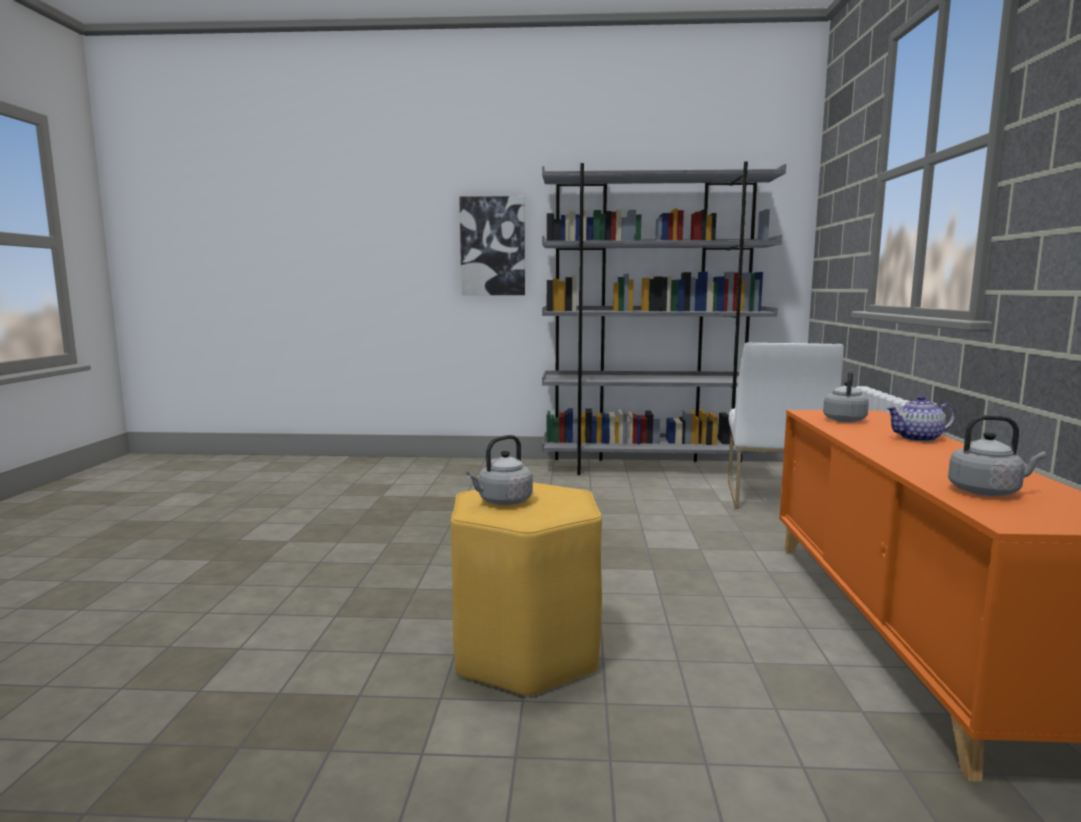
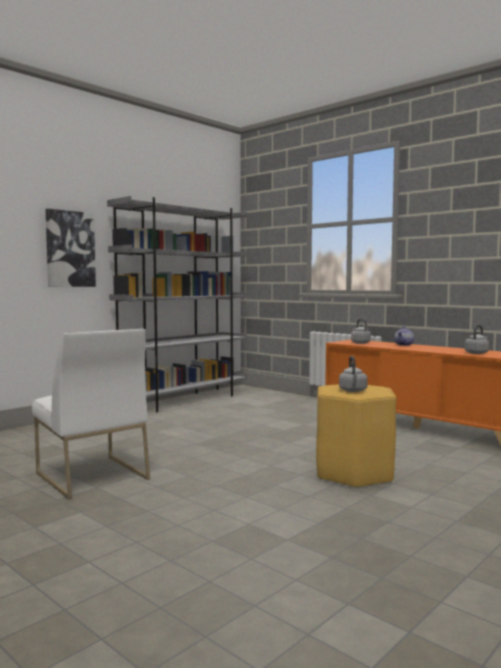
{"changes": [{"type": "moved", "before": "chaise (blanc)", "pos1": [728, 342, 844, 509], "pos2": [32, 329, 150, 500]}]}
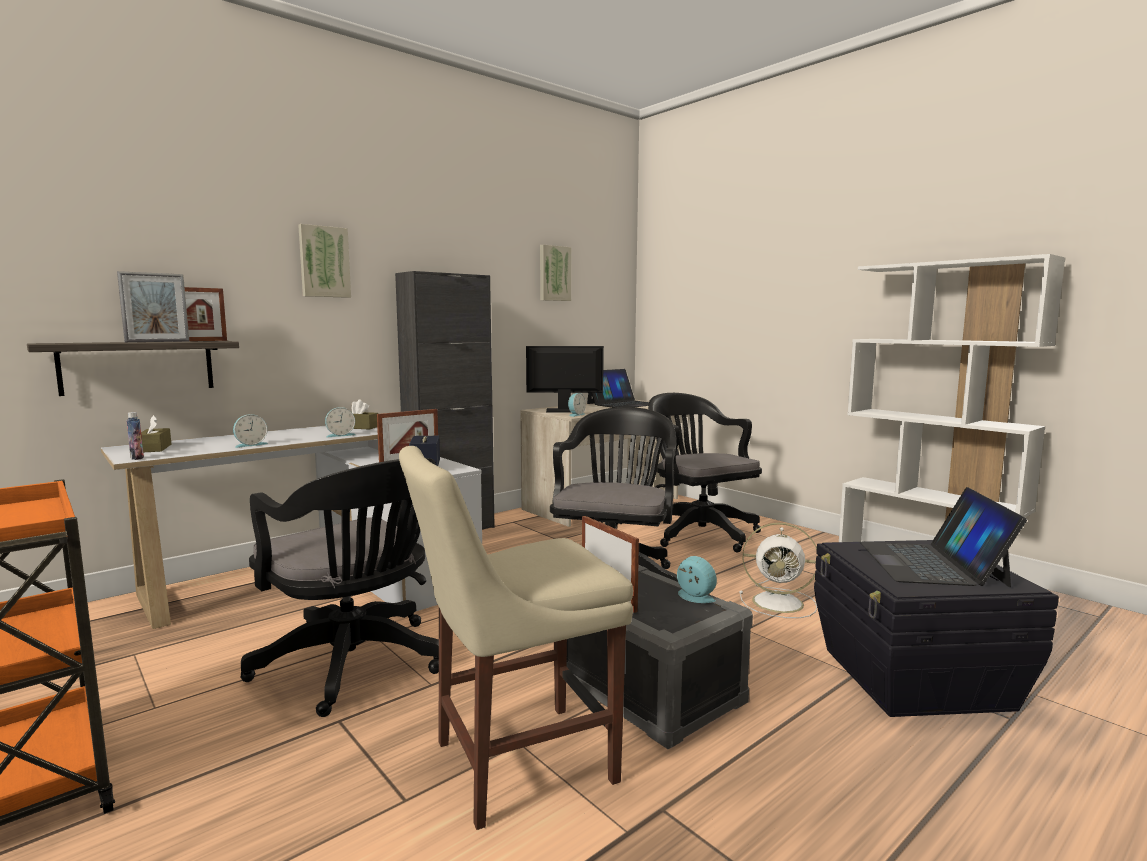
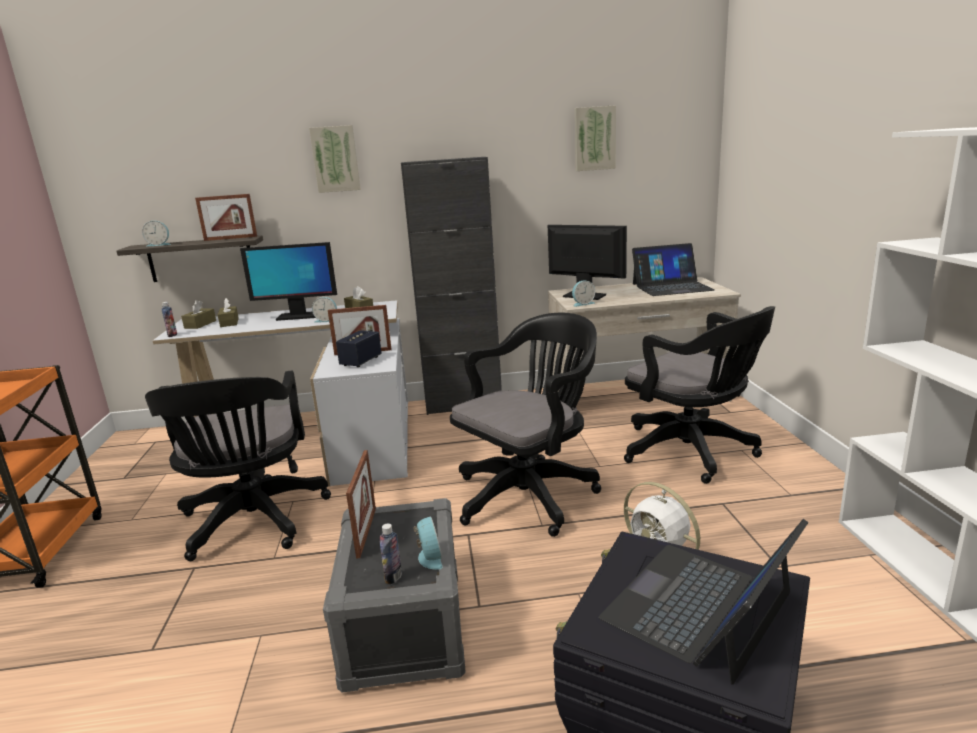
{"changes": [{"type": "removed", "before": "cadre photo", "pos1": [117, 271, 189, 342]}, {"type": "turned", "before": "chaise de bureau (noir)", "pos1": [648, 393, 762, 553], "pos2": [624, 306, 775, 484], "turn": 135}, {"type": "moved", "before": "réveil", "pos1": [233, 414, 268, 448], "pos2": [142, 221, 171, 247]}, {"type": "removed", "before": "chaise (beige)", "pos1": [399, 446, 633, 830]}, {"type": "added", "after": "écran d'ordinateur", "pos2": [240, 242, 337, 321]}, {"type": "added", "after": "boîte à mouchoirs (marron)", "pos2": [218, 298, 239, 327]}, {"type": "added", "after": "bouteille", "pos2": [379, 523, 402, 584]}]}
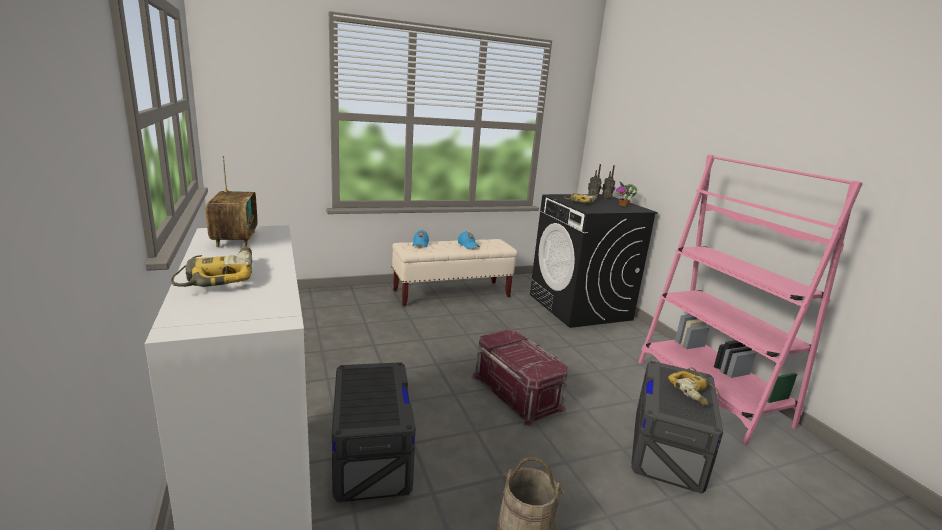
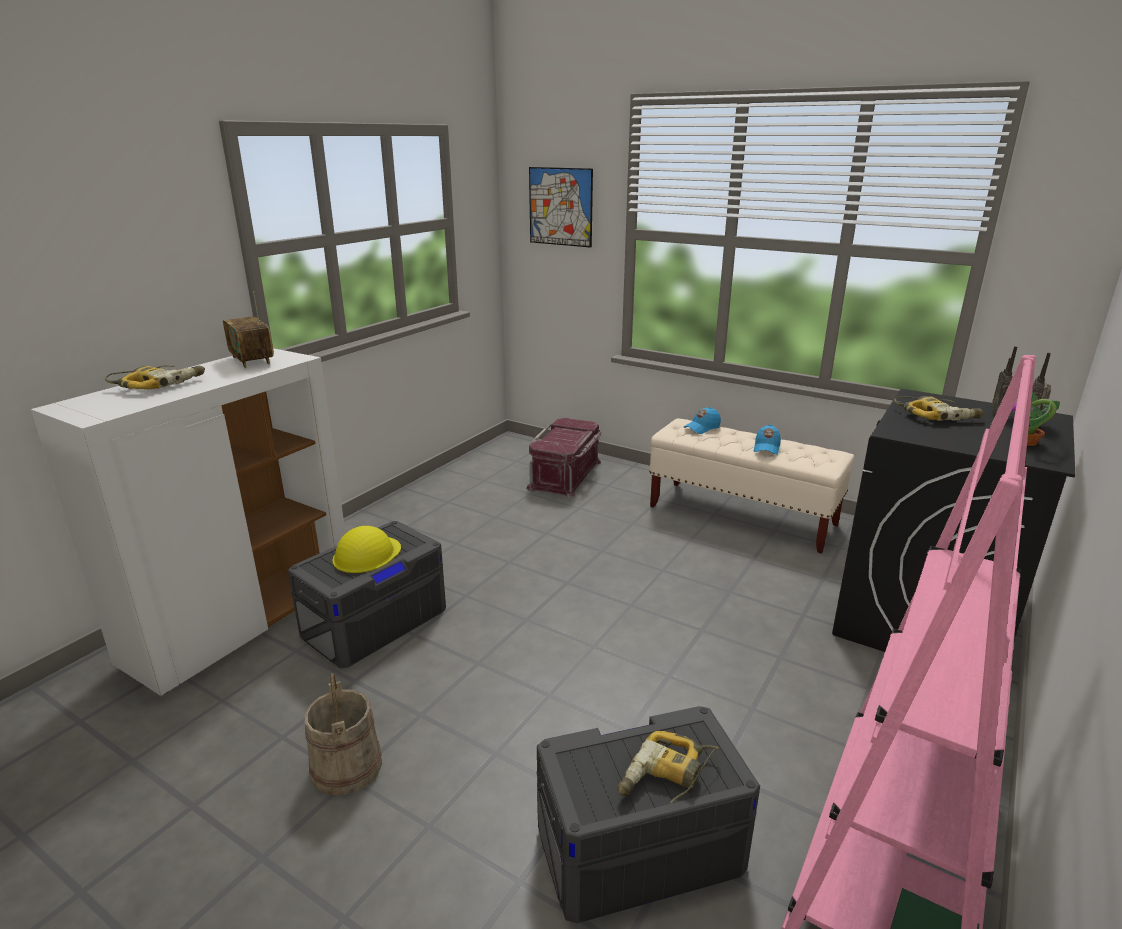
{"changes": [{"type": "turned", "before": "radio", "pos1": [206, 156, 258, 247], "pos2": [223, 291, 274, 368], "turn": 105}, {"type": "moved", "before": "boîte de rangement (rouge)", "pos1": [472, 330, 568, 426], "pos2": [526, 418, 602, 498]}, {"type": "added", "after": "tableau", "pos2": [529, 167, 593, 248]}, {"type": "added", "after": "casque de chantier (jaune)", "pos2": [333, 526, 401, 573]}]}
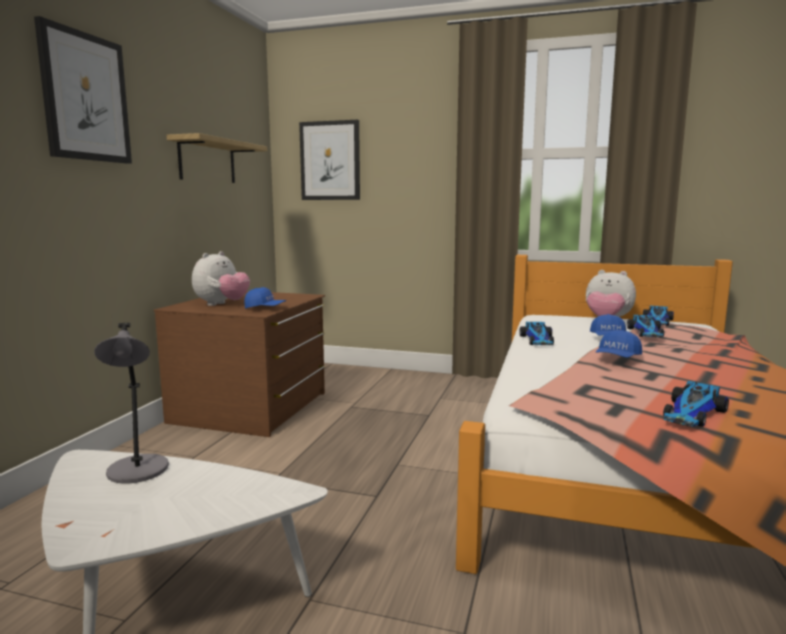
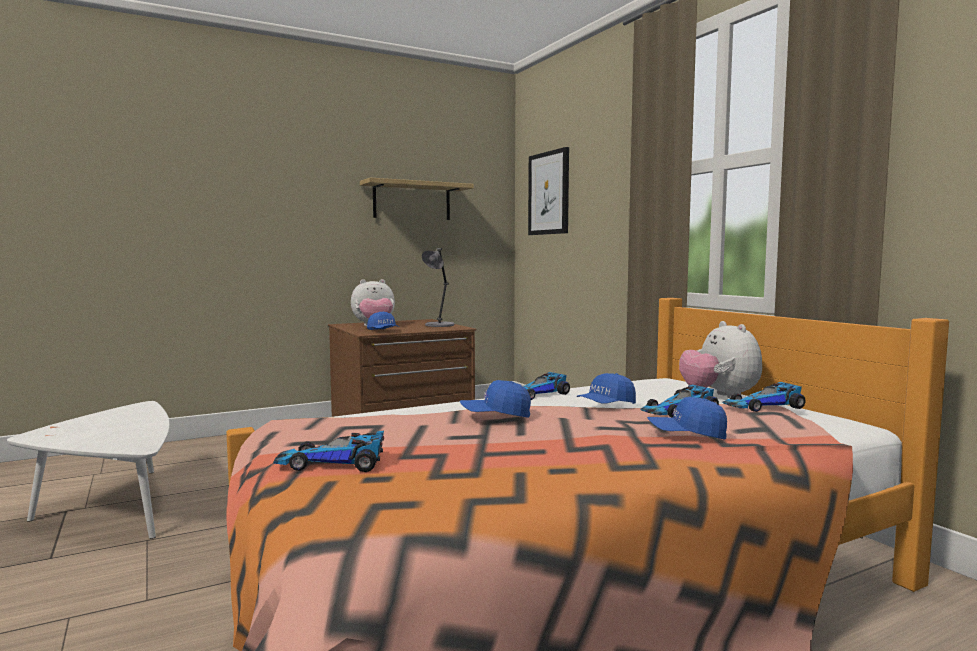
{"changes": [{"type": "removed", "before": "tableau", "pos1": [34, 16, 132, 164]}, {"type": "moved", "before": "lampe de table (gris)", "pos1": [94, 323, 169, 484], "pos2": [422, 248, 455, 327]}, {"type": "added", "after": "casquette (bleu)", "pos2": [647, 397, 727, 439]}]}
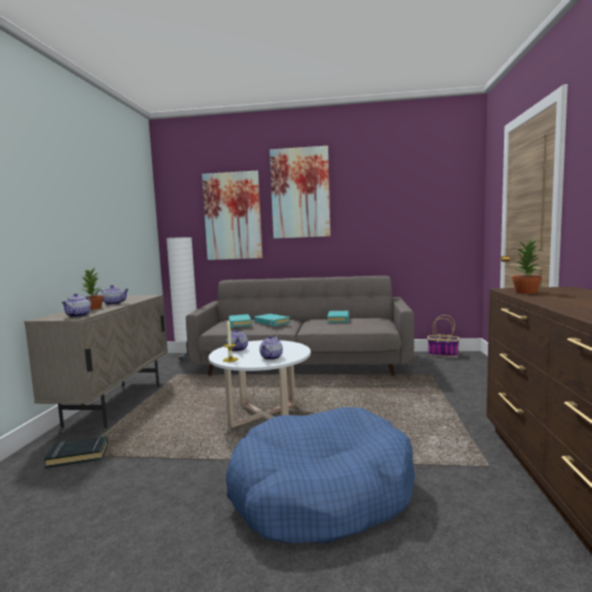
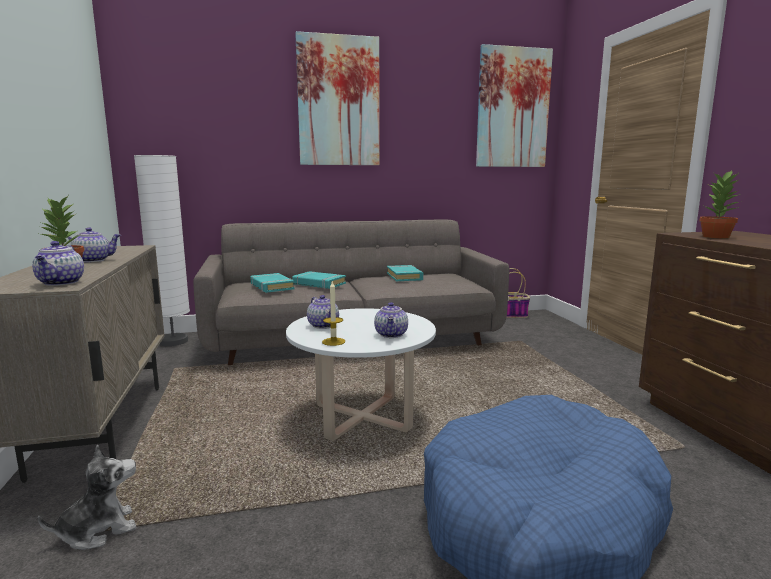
{"changes": [{"type": "moved", "before": "tableau", "pos1": [202, 171, 263, 260], "pos2": [476, 44, 553, 167]}, {"type": "replaced", "before": "livre (noir)", "after": "peluche", "pos1": [44, 436, 108, 468], "pos2": [38, 444, 137, 550]}]}
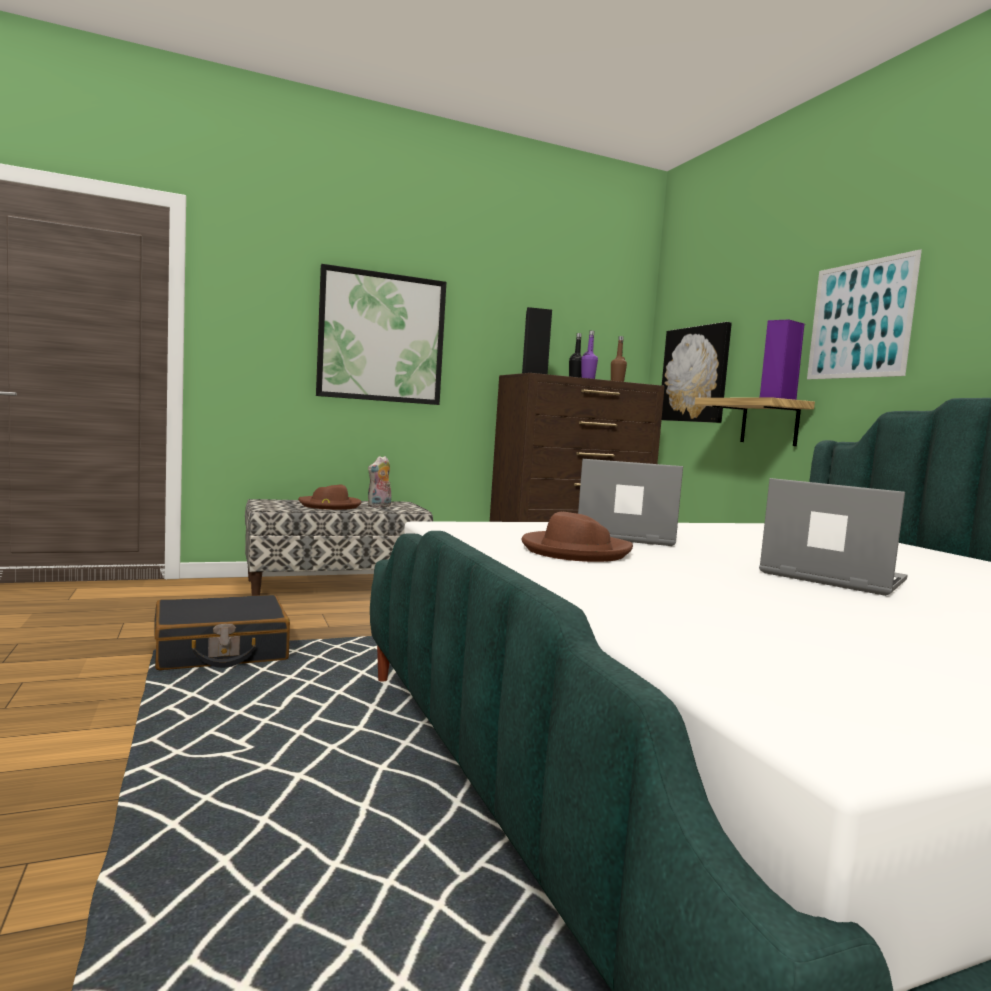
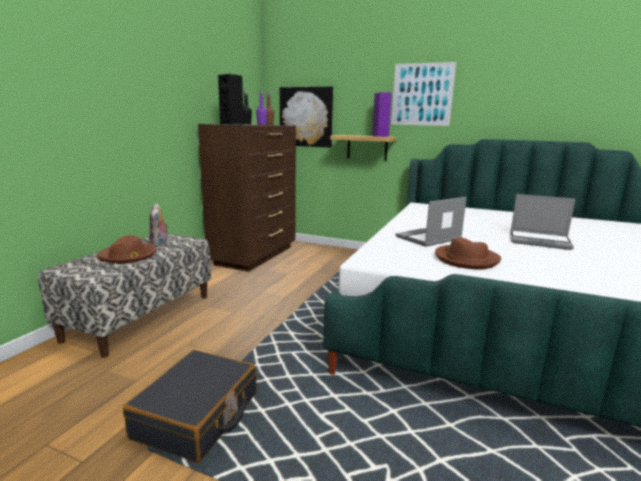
{"changes": [{"type": "removed", "before": "tableau", "pos1": [316, 264, 446, 405]}, {"type": "turned", "before": "ordinateur portable", "pos1": [759, 478, 908, 596], "pos2": [510, 194, 576, 250], "turn": -150}]}
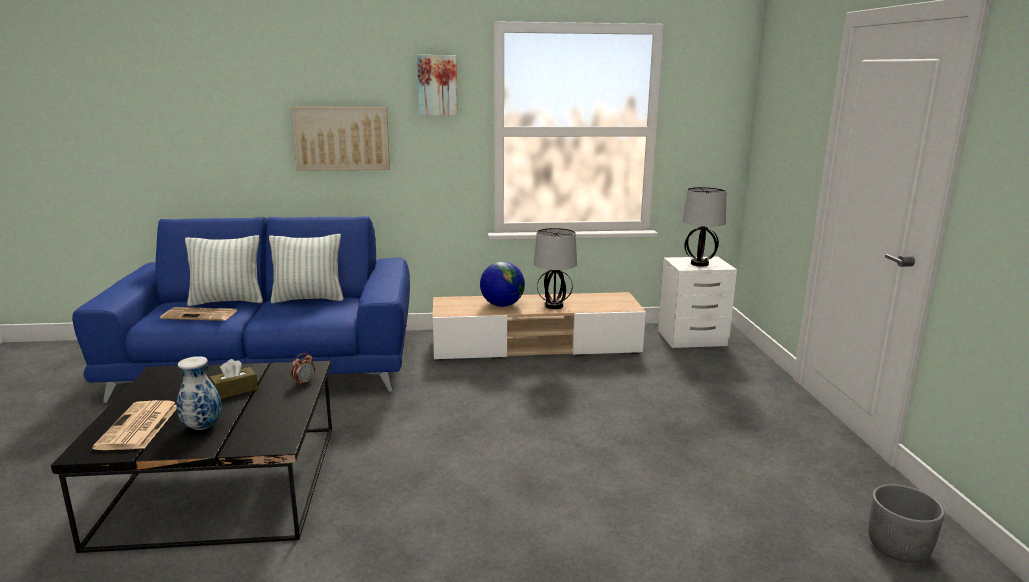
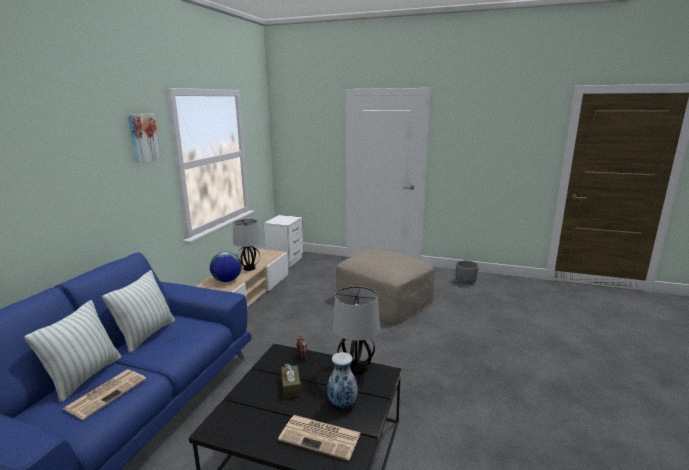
{"changes": [{"type": "removed", "before": "tableau", "pos1": [291, 107, 390, 171]}, {"type": "moved", "before": "lampe de table", "pos1": [682, 187, 726, 266], "pos2": [333, 286, 380, 375]}, {"type": "added", "after": "pouf (beige)", "pos2": [336, 249, 434, 324]}]}
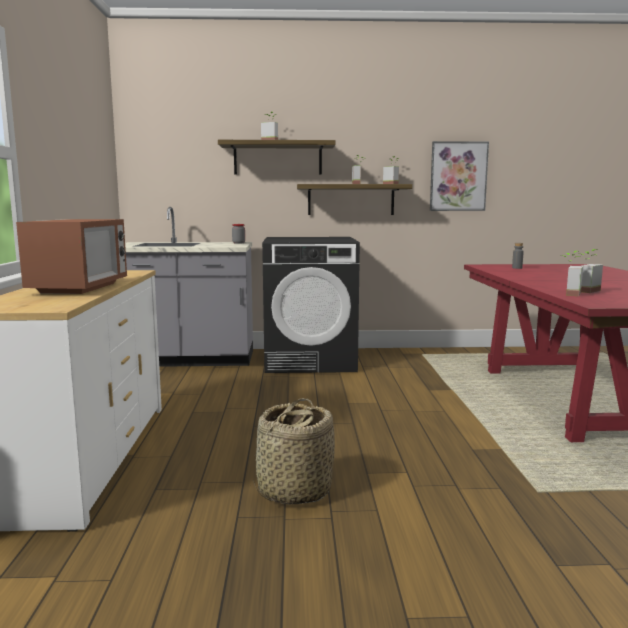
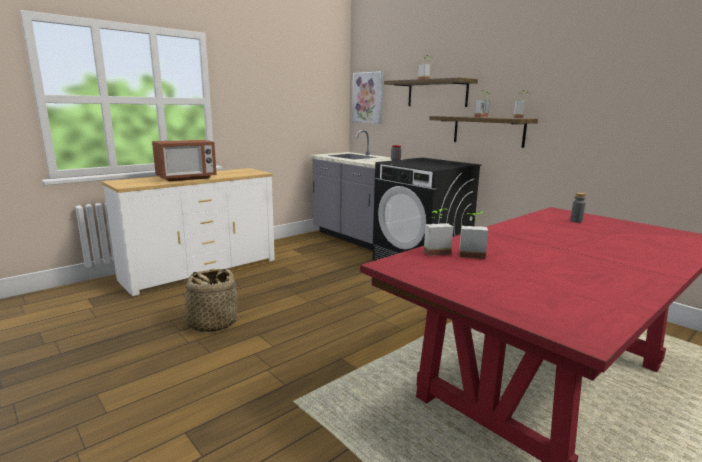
{"changes": [{"type": "moved", "before": "tableau", "pos1": [430, 141, 489, 211], "pos2": [352, 71, 384, 124]}]}
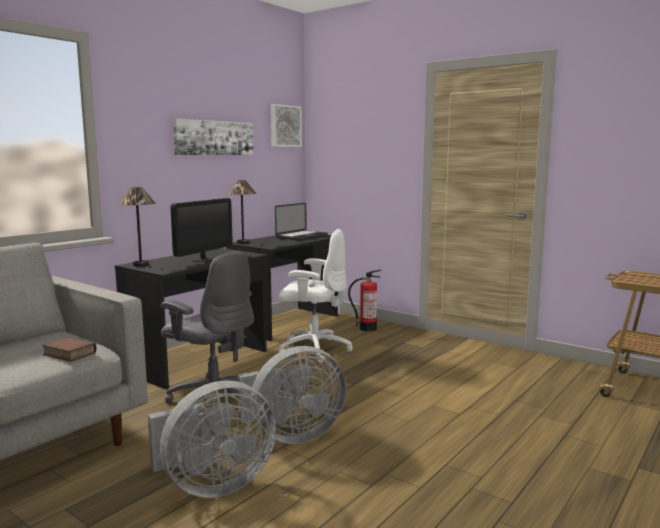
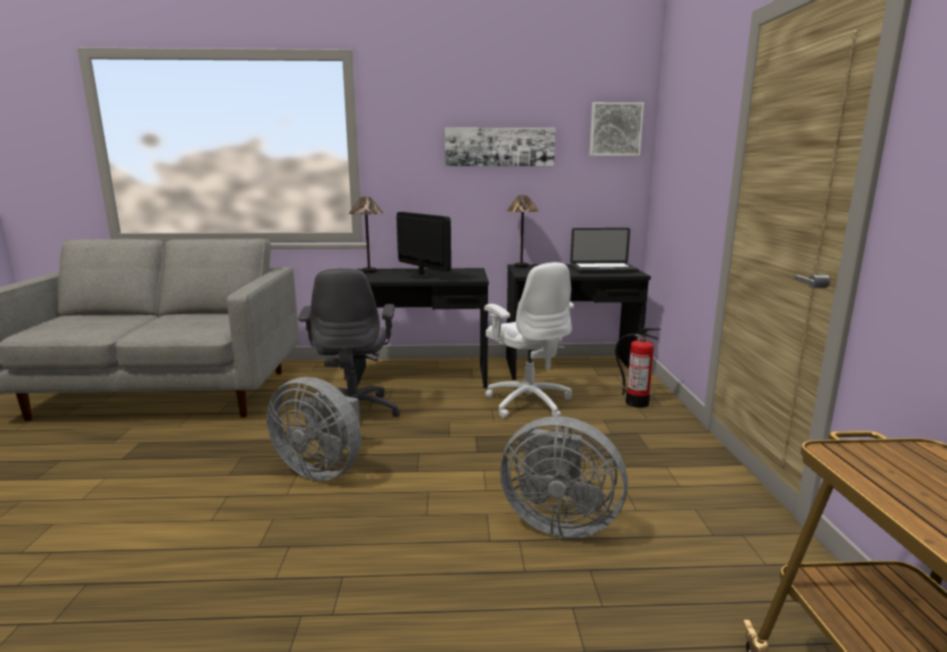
{"changes": [{"type": "turned", "before": "écran d'ordinateur", "pos1": [170, 198, 232, 262], "pos2": [396, 212, 451, 278], "turn": -120}, {"type": "removed", "before": "livre", "pos1": [42, 337, 96, 362]}, {"type": "moved", "before": "ventilateur (gris)", "pos1": [148, 380, 276, 498], "pos2": [500, 416, 628, 538]}]}
